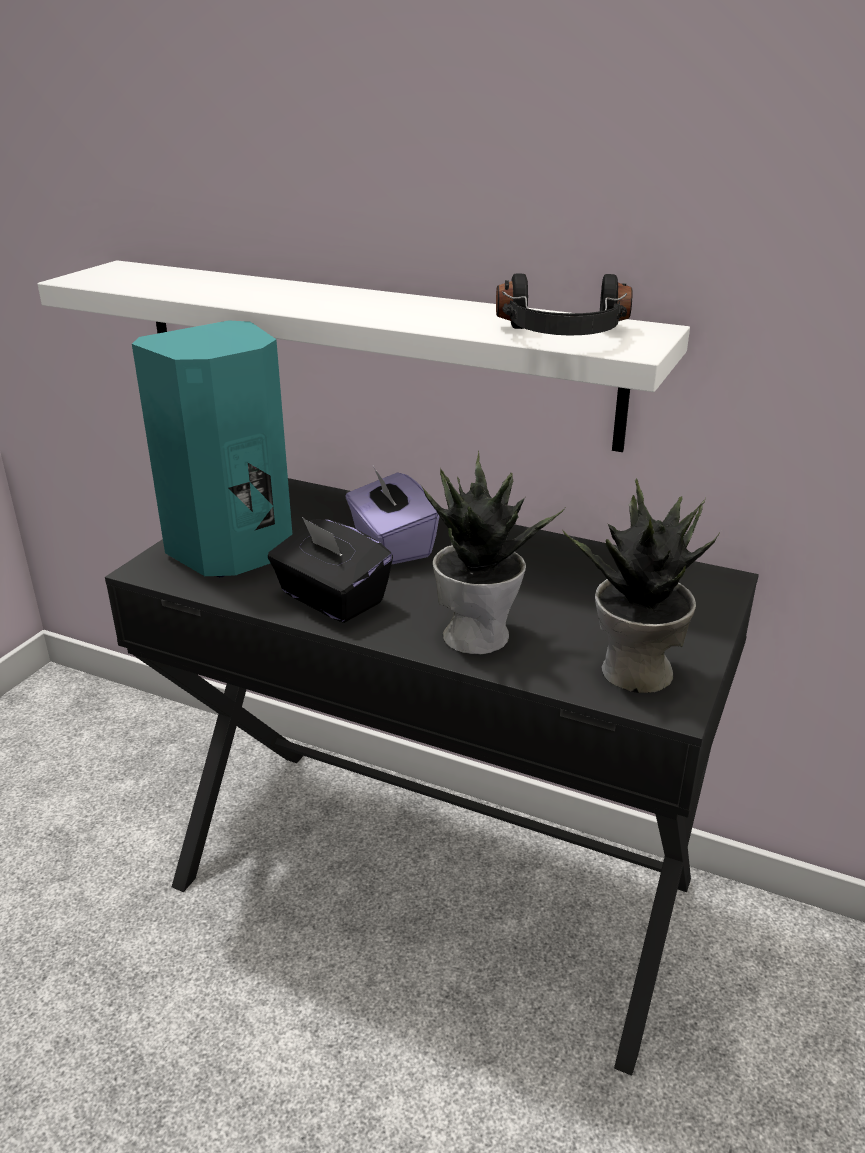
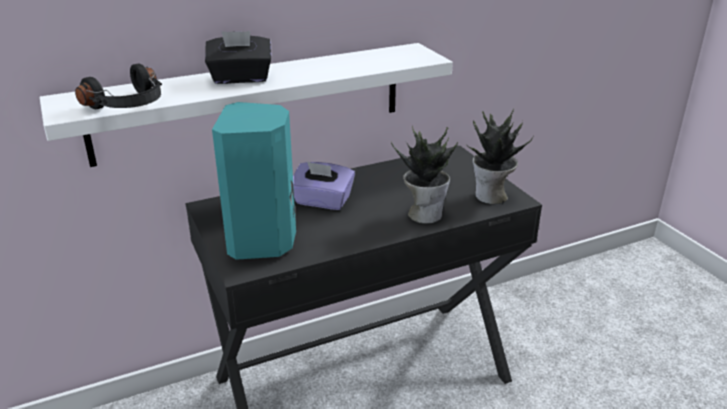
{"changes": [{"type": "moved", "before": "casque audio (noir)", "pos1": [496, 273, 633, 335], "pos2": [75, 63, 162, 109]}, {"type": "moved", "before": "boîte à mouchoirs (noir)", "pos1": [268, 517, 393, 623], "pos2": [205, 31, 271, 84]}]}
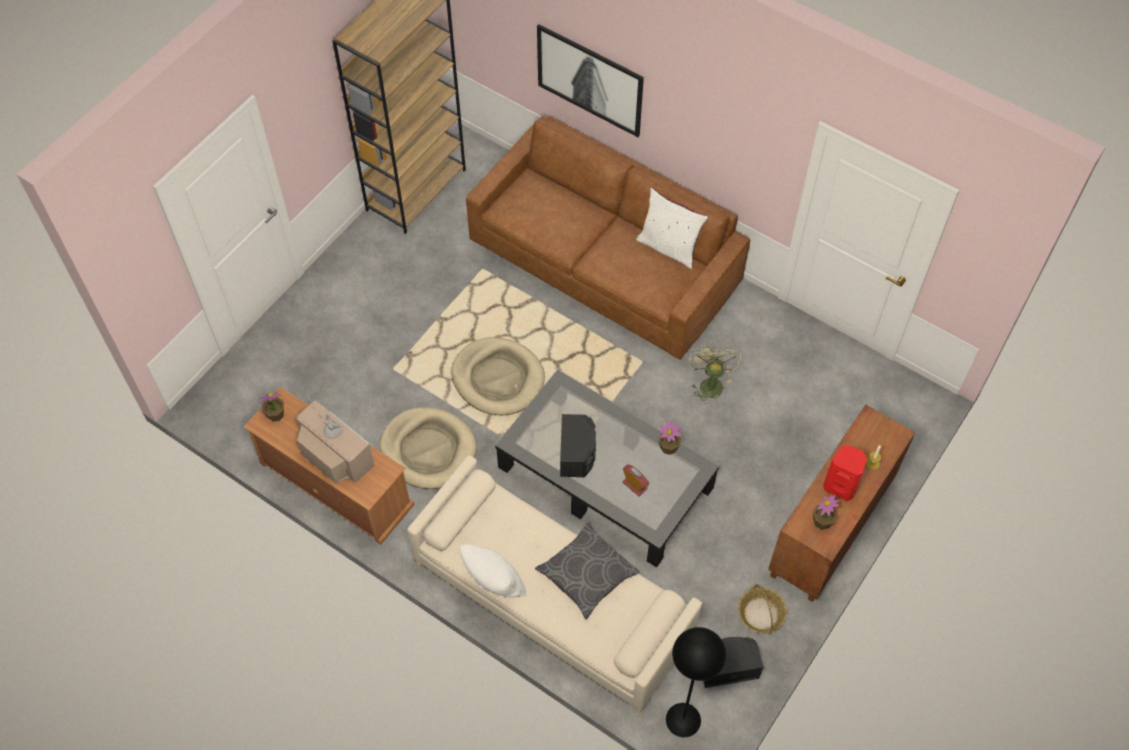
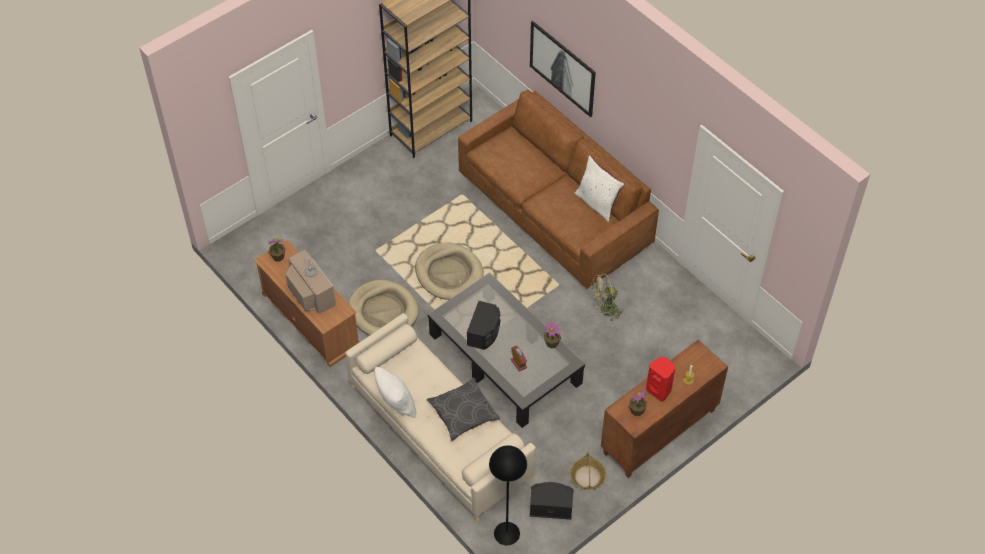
{"changes": [{"type": "turned", "before": "ventilateur (vert)", "pos1": [688, 344, 741, 404], "pos2": [591, 273, 624, 321], "turn": -120}]}
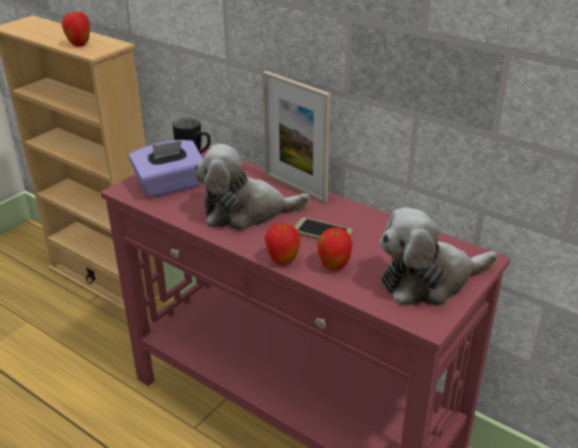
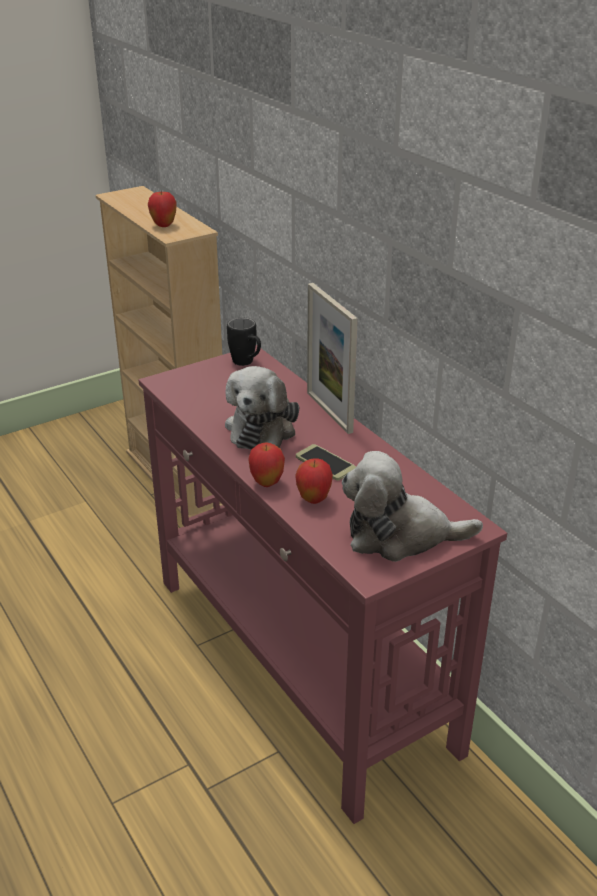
{"changes": [{"type": "removed", "before": "boîte à mouchoirs (violet)", "pos1": [129, 140, 203, 198]}, {"type": "turned", "before": "peluche", "pos1": [194, 144, 310, 231], "pos2": [225, 366, 299, 450], "turn": -90}]}
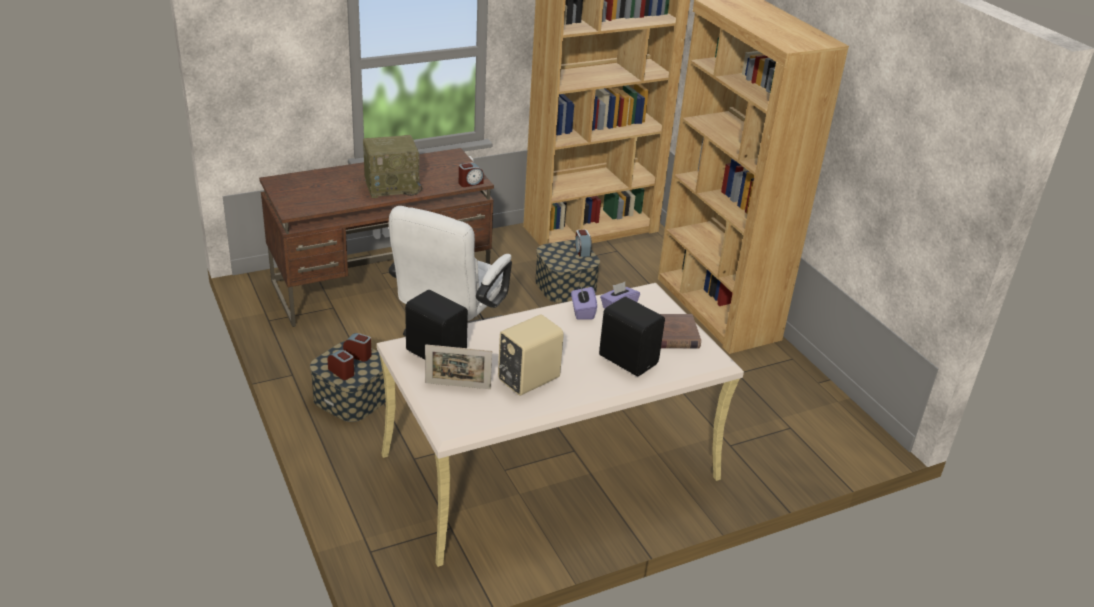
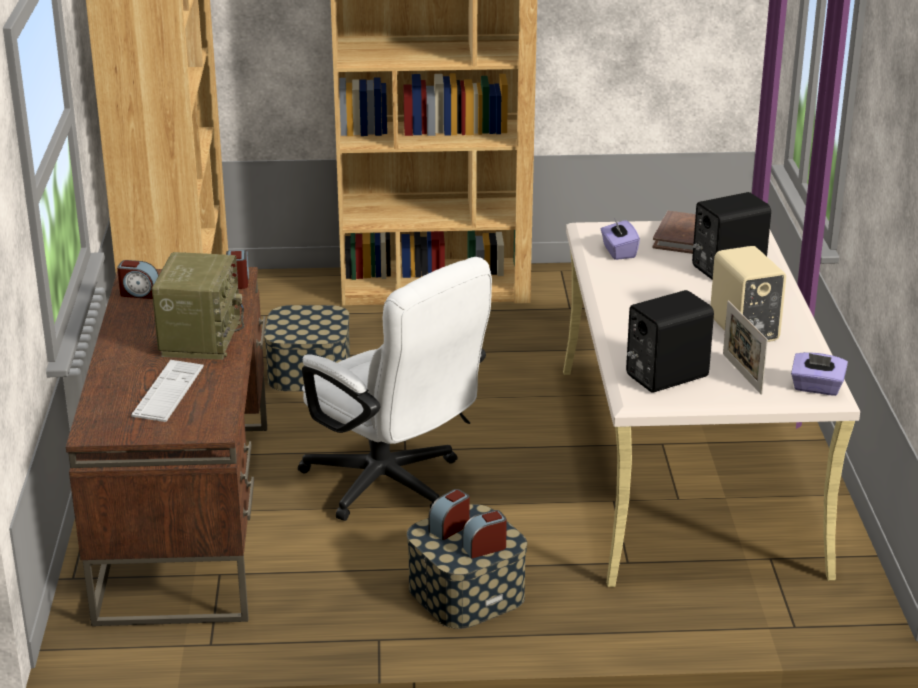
{"changes": [{"type": "moved", "before": "réveil", "pos1": [575, 229, 592, 257], "pos2": [117, 260, 159, 299]}, {"type": "moved", "before": "boîte à mouchoirs (violet)", "pos1": [571, 287, 597, 320], "pos2": [791, 352, 848, 396]}, {"type": "turned", "before": "cadre photo", "pos1": [425, 344, 492, 389], "pos2": [723, 301, 768, 395], "turn": 135}, {"type": "added", "after": "clavier", "pos2": [131, 360, 204, 422]}]}
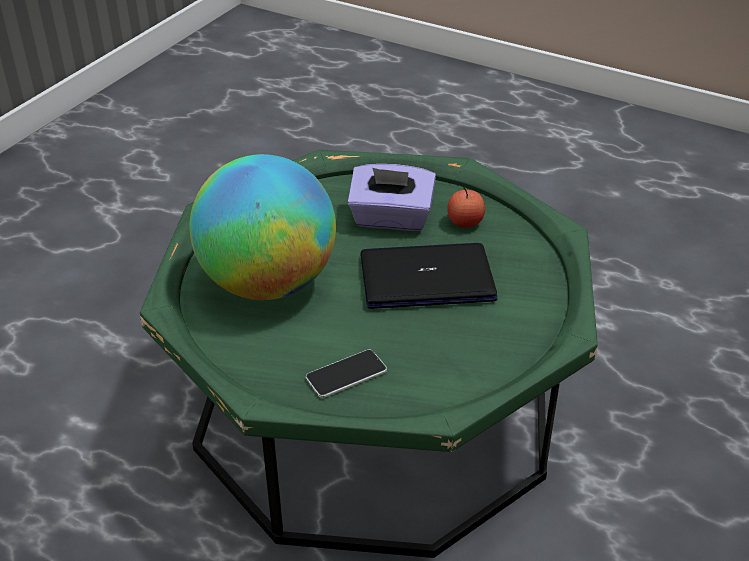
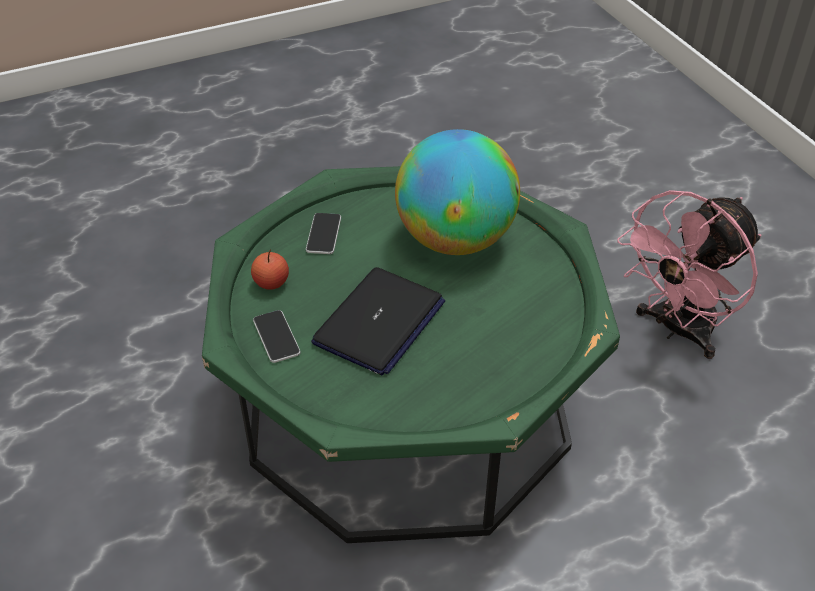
{"changes": [{"type": "removed", "before": "boîte à mouchoirs (violet)", "pos1": [347, 164, 436, 231]}, {"type": "moved", "before": "pomme", "pos1": [447, 187, 485, 228], "pos2": [251, 250, 289, 290]}, {"type": "added", "after": "ventilateur (rose)", "pos2": [617, 190, 762, 359]}, {"type": "added", "after": "téléphone", "pos2": [253, 310, 301, 363]}]}
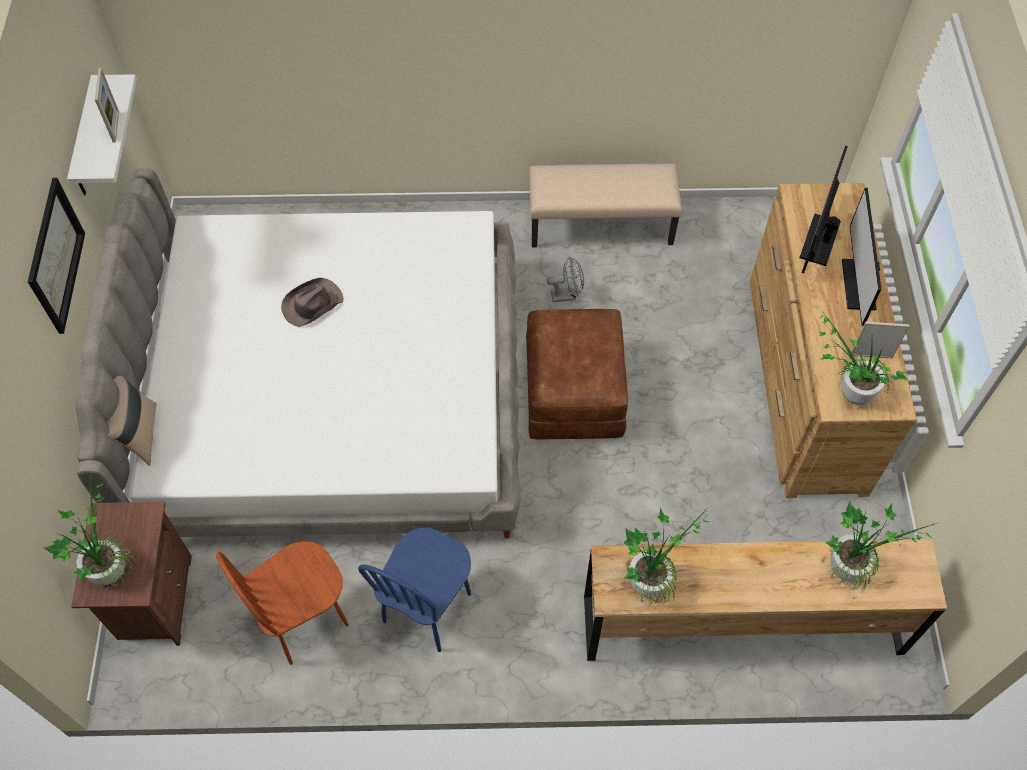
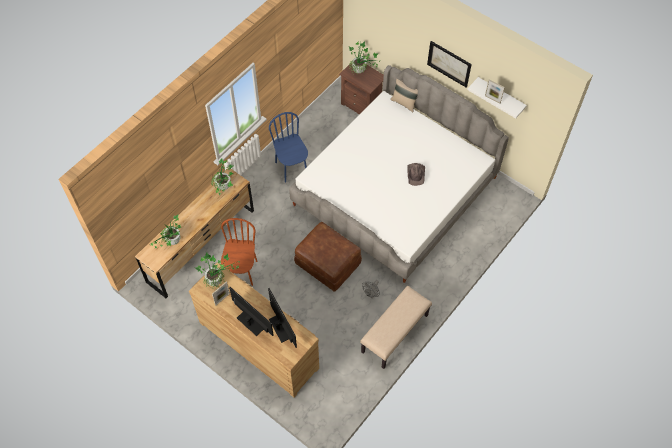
{"changes": [{"type": "moved", "before": "chaise (marron)", "pos1": [216, 541, 349, 665], "pos2": [221, 218, 257, 286]}]}
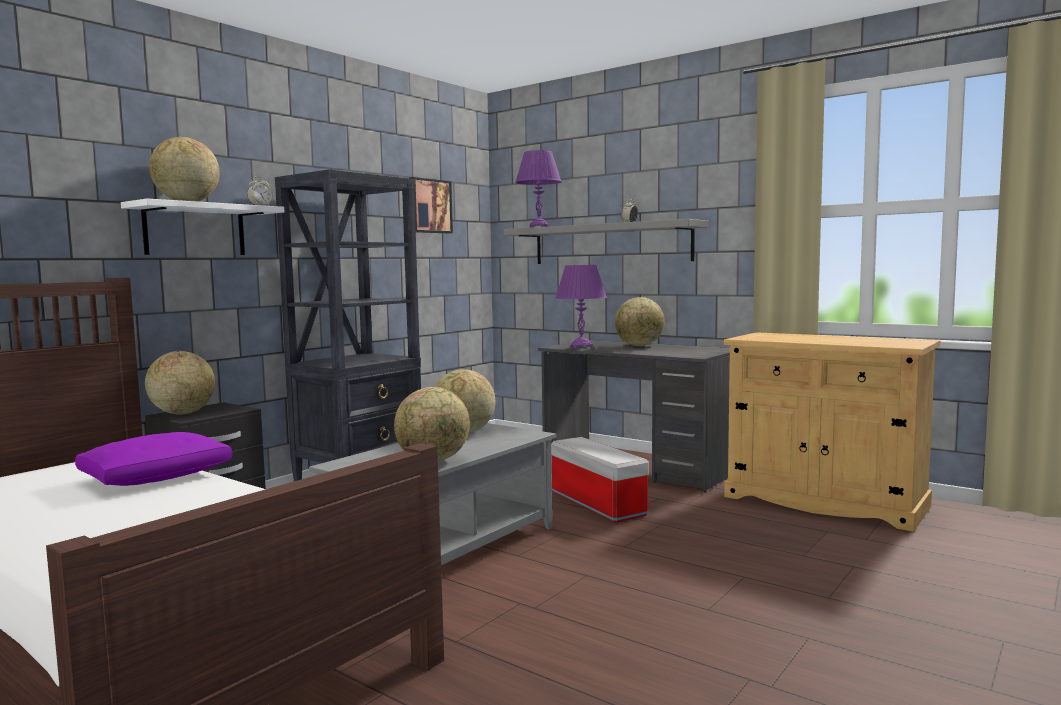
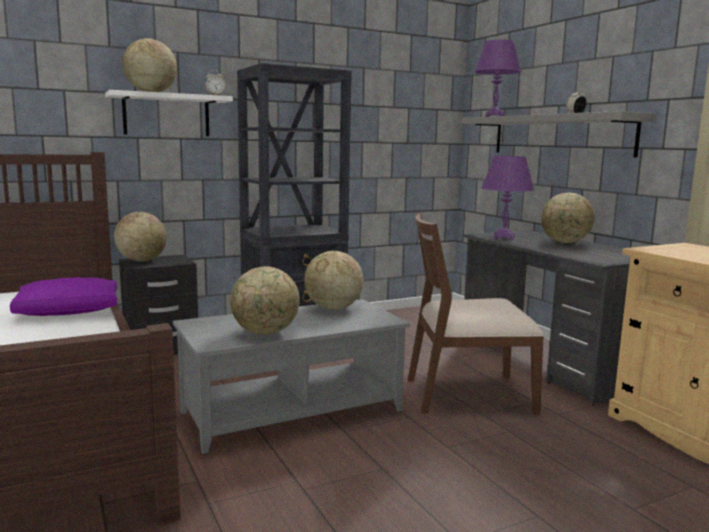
{"changes": [{"type": "removed", "before": "tableau", "pos1": [411, 177, 453, 233]}, {"type": "replaced", "before": "boîte de rangement", "after": "chaise (marron)", "pos1": [551, 437, 649, 523], "pos2": [408, 213, 544, 414]}]}
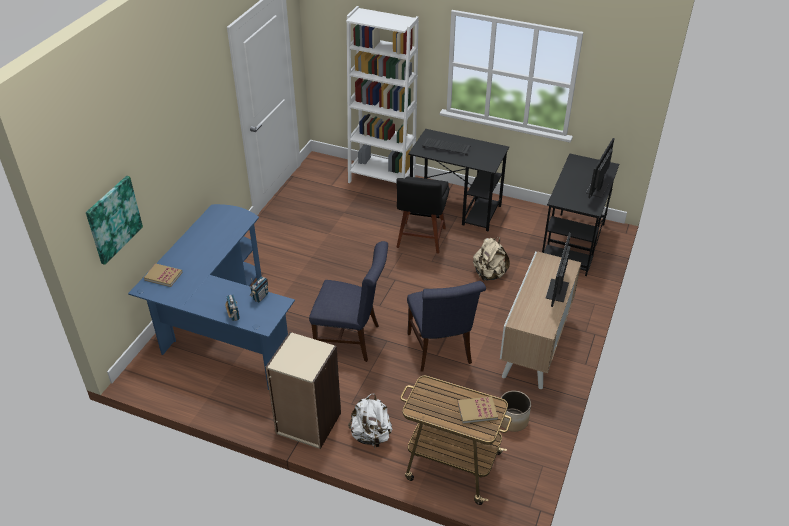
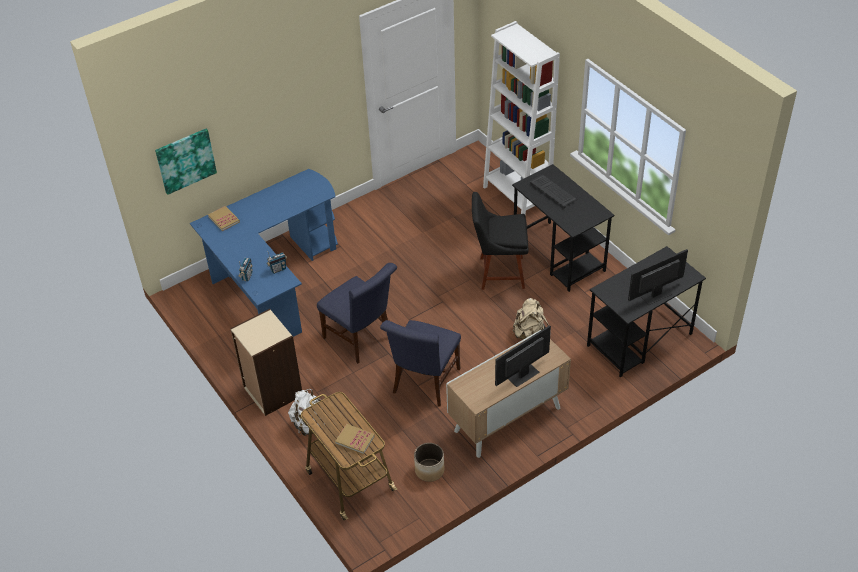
{"changes": [{"type": "turned", "before": "chaise (noir)", "pos1": [396, 177, 449, 253], "pos2": [472, 192, 529, 290], "turn": 45}]}
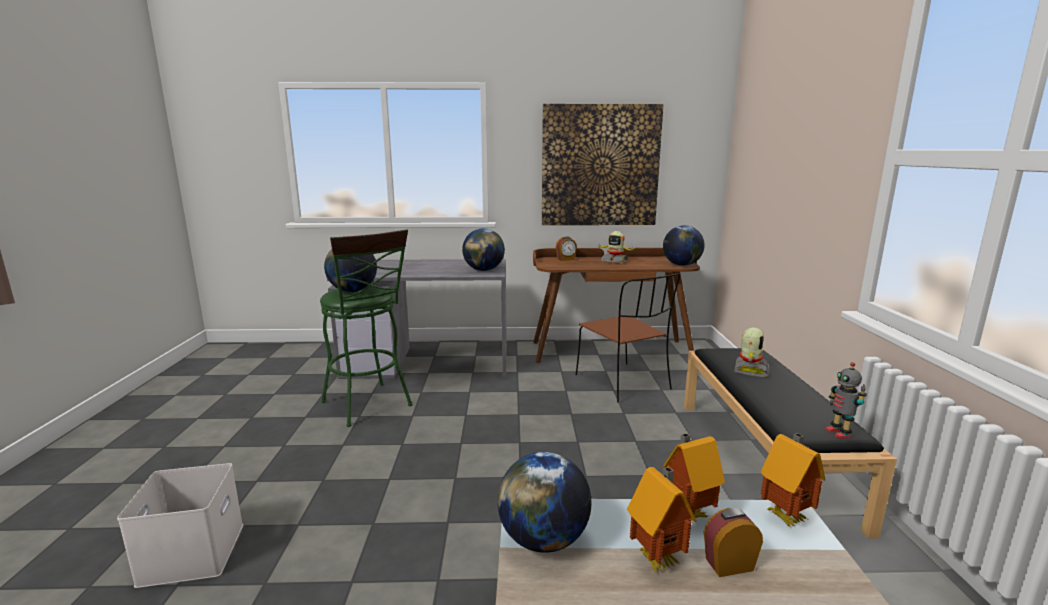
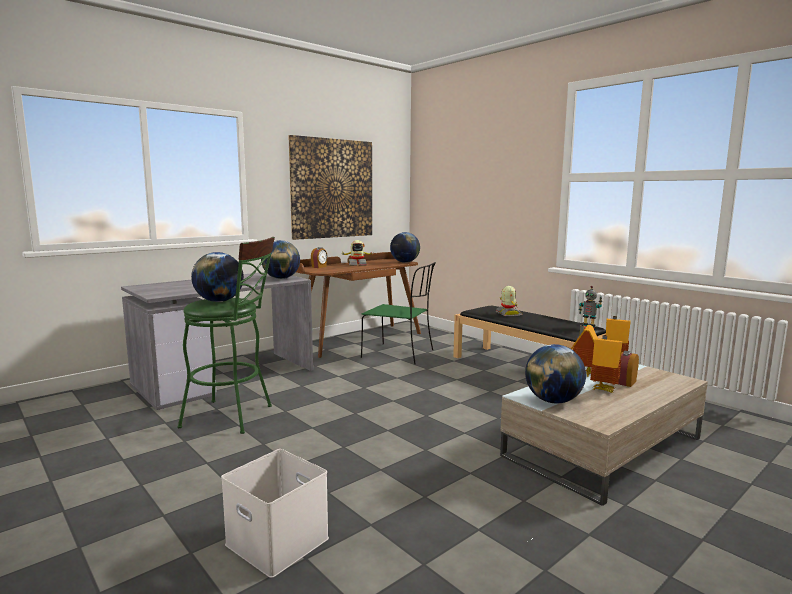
{"changes": [{"type": "recoloured", "before": "chaise (marron)", "after": "chaise (vert)", "pos1": [576, 273, 680, 402], "pos2": [361, 262, 436, 364]}]}
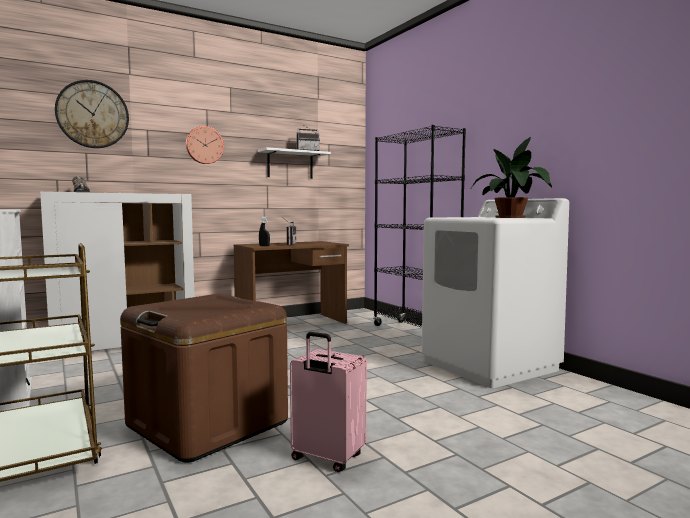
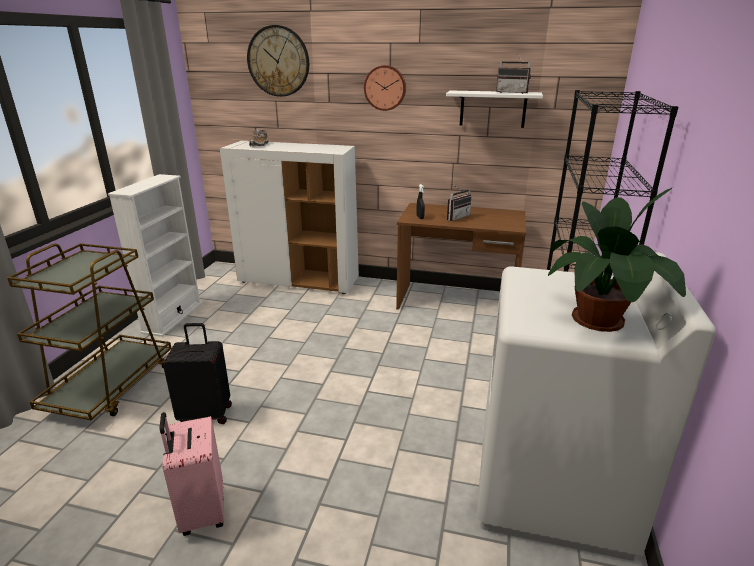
{"changes": [{"type": "replaced", "before": "boîte de rangement (marron)", "after": "valise (noir)", "pos1": [120, 294, 288, 463], "pos2": [163, 323, 232, 424]}]}
